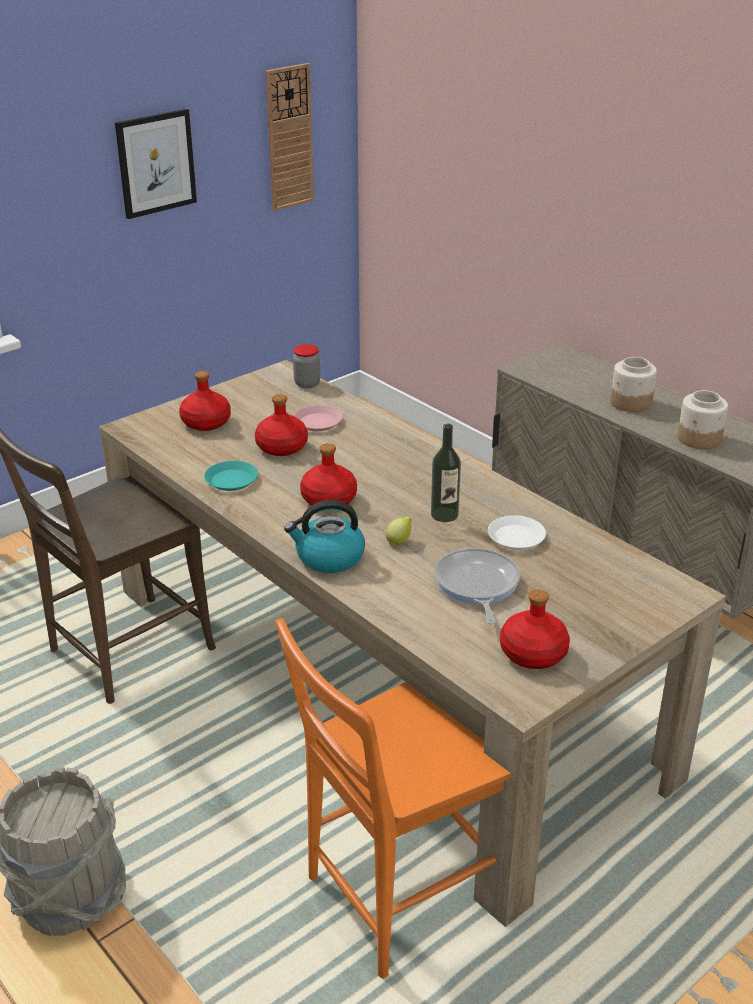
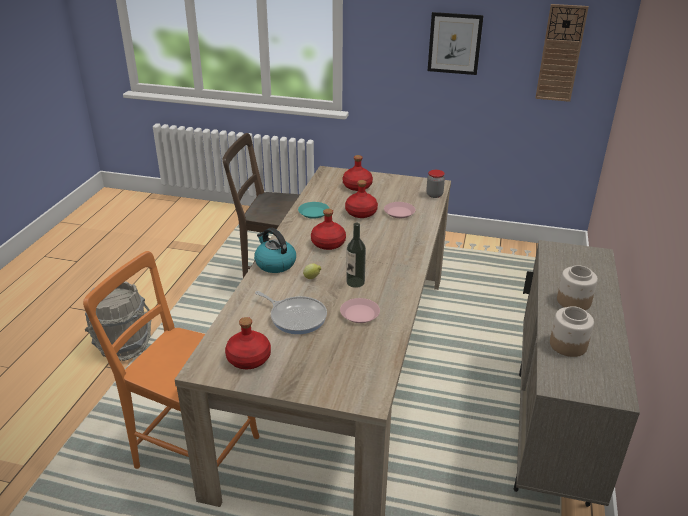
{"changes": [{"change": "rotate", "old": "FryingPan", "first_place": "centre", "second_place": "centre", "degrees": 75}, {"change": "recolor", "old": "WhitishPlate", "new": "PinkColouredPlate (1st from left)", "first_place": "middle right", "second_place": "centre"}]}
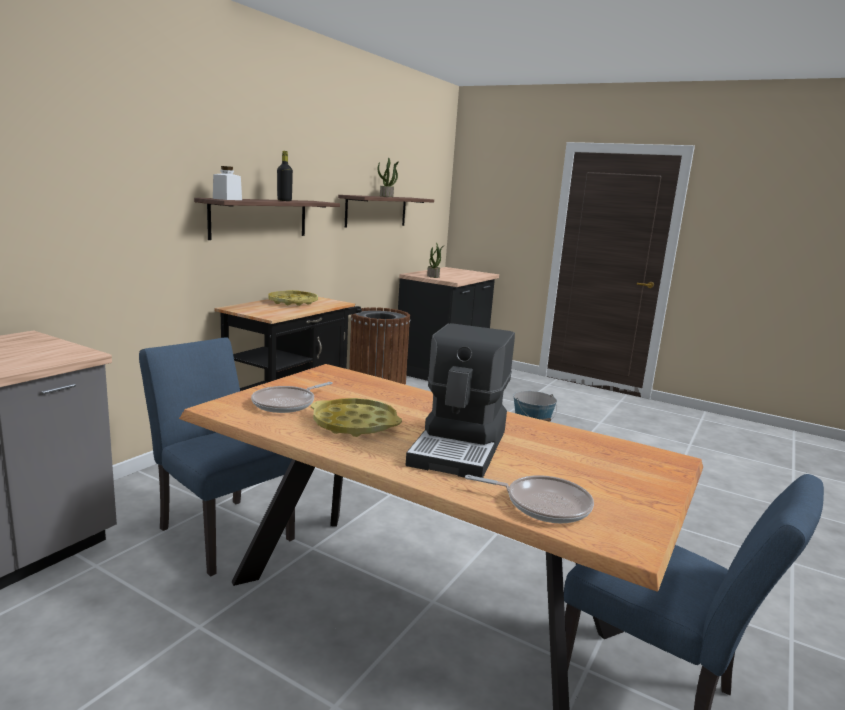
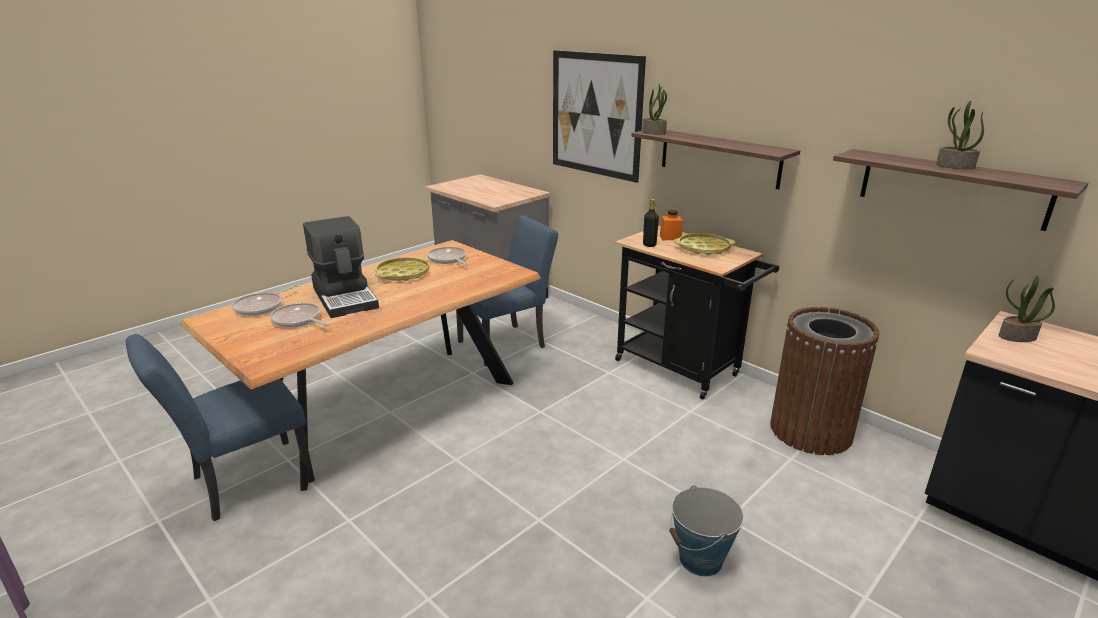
{"changes": [{"change": "replace", "old": "WhitishJar", "new": "PlantInAPot (1st from left)", "first_place": "top left", "second_place": "top centre"}, {"change": "move", "old": "BlackDrinkBottle", "first_place": "top centre", "second_place": "centre"}, {"change": "rotate", "old": "CoffeeMachine", "first_place": "centre", "second_place": "middle left", "degrees": -150}, {"change": "insert", "new": "FryingPan (2nd from left)", "second_place": "middle left"}, {"change": "insert", "new": "Picture", "second_place": "top centre"}, {"change": "insert", "new": "OrangeJar", "second_place": "centre"}]}
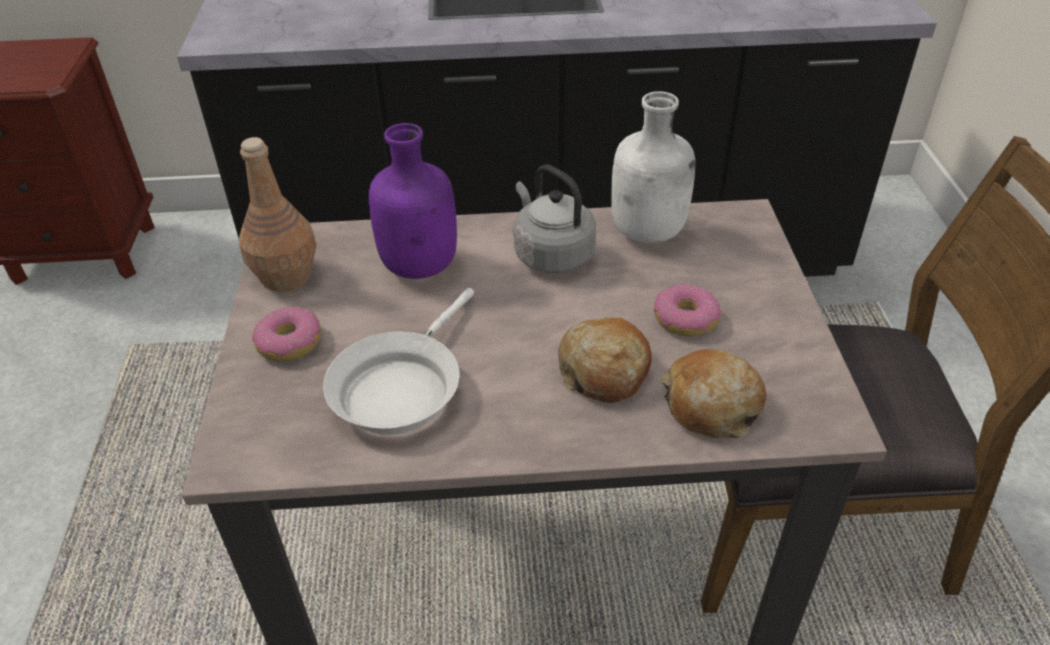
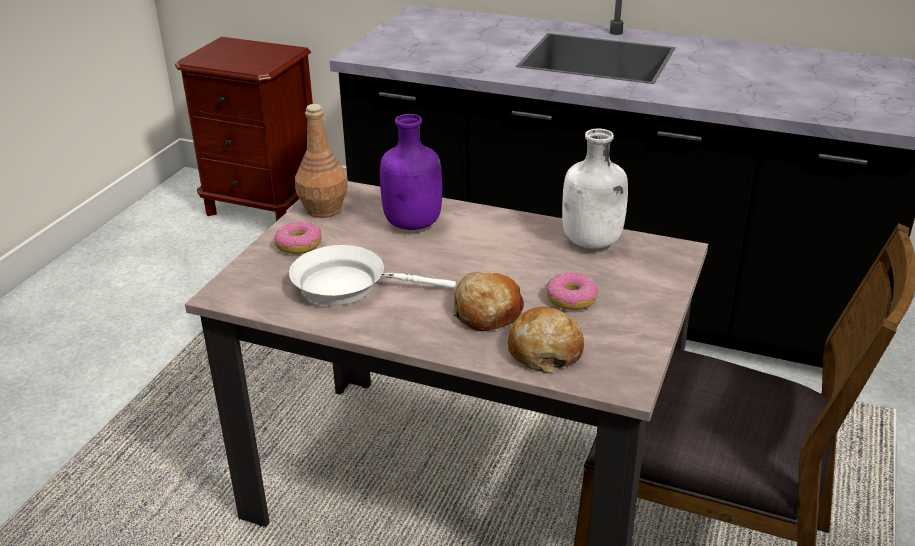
{"changes": [{"change": "rotate", "old": "WhitishFryingPan", "first_place": "centre", "second_place": "centre", "degrees": 45}, {"change": "delete", "old": "GrayWaterKettle", "first_place": "centre"}]}
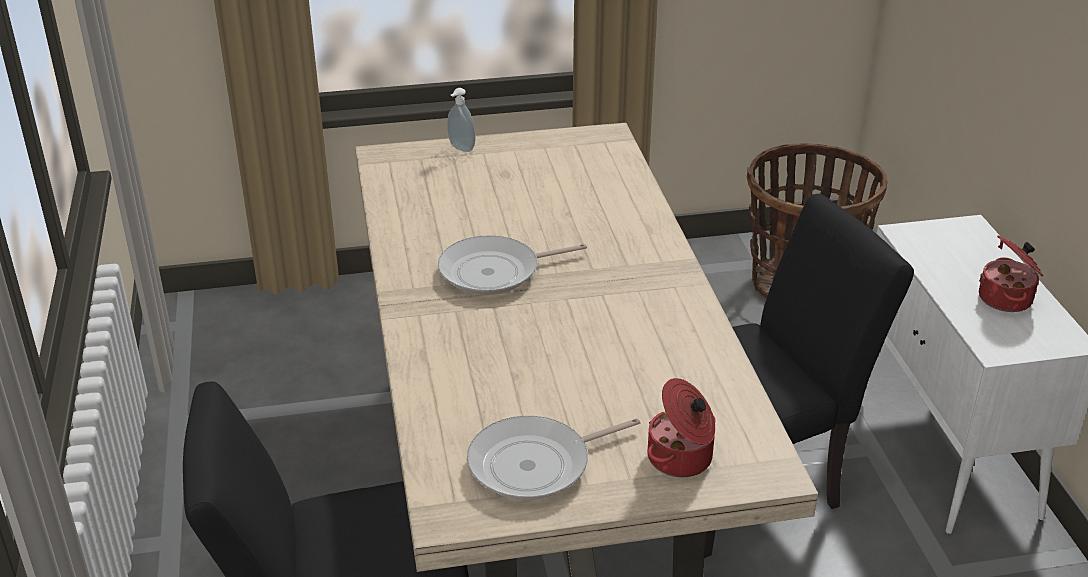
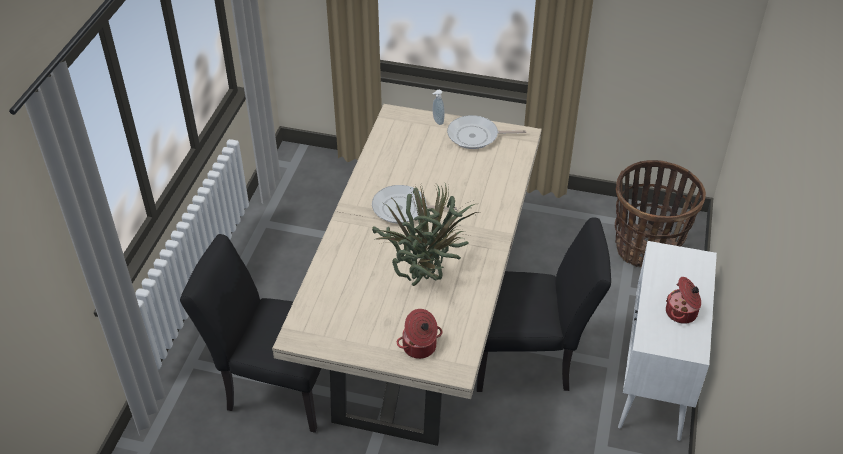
{"changes": [{"change": "move", "old": "FryingPan (2nd from left)", "first_place": "bottom centre", "second_place": "top centre"}, {"change": "insert", "new": "PlantInAPot", "second_place": "centre"}]}
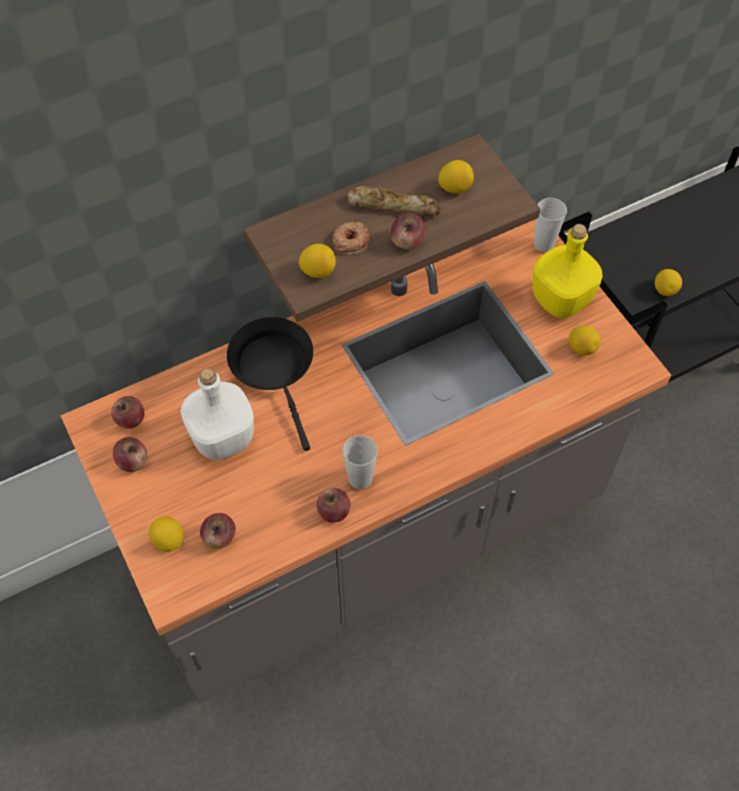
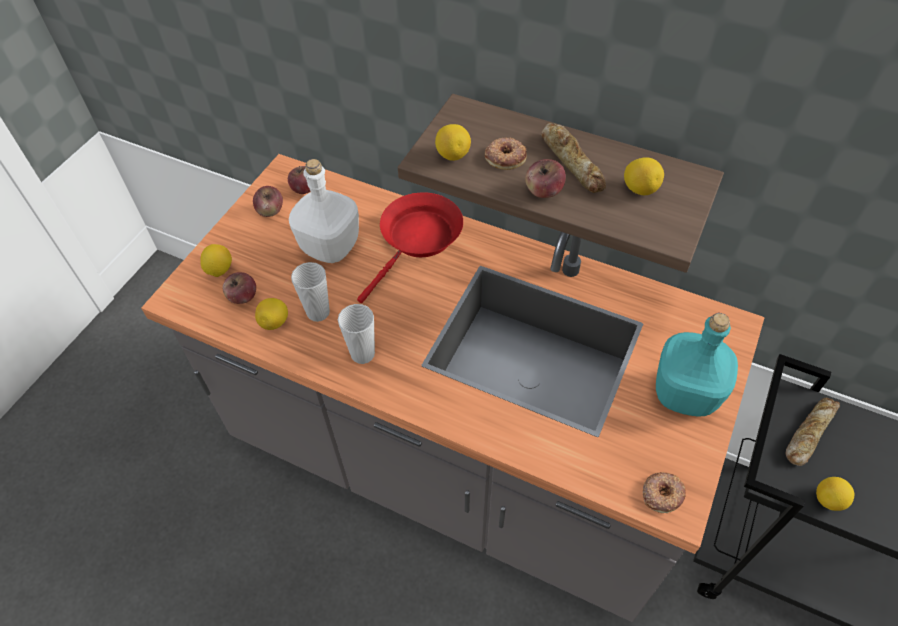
{"changes": [{"change": "recolor", "old": "BlackFryingPan", "new": "ReddishFryingPan", "first_place": "centre", "second_place": "centre"}, {"change": "delete", "old": "Apple (4th from left)", "first_place": "centre"}, {"change": "recolor", "old": "YellowColouredDrinkBottle", "new": "TurquoiseDrinkBottle", "first_place": "middle right", "second_place": "middle right"}, {"change": "move", "old": "DrinkingCup (2nd from left in the first image)", "new": "DrinkingCup (1st from left)", "first_place": "top right", "second_place": "centre"}, {"change": "move", "old": "WholeLemon (4th from left in the first image)", "new": "WholeLemon (2nd from left)", "first_place": "middle right", "second_place": "middle left"}, {"change": "insert", "new": "Donut (2nd from left)", "second_place": "bottom right"}, {"change": "insert", "new": "BakedBread (2nd from left)", "second_place": "bottom right"}]}
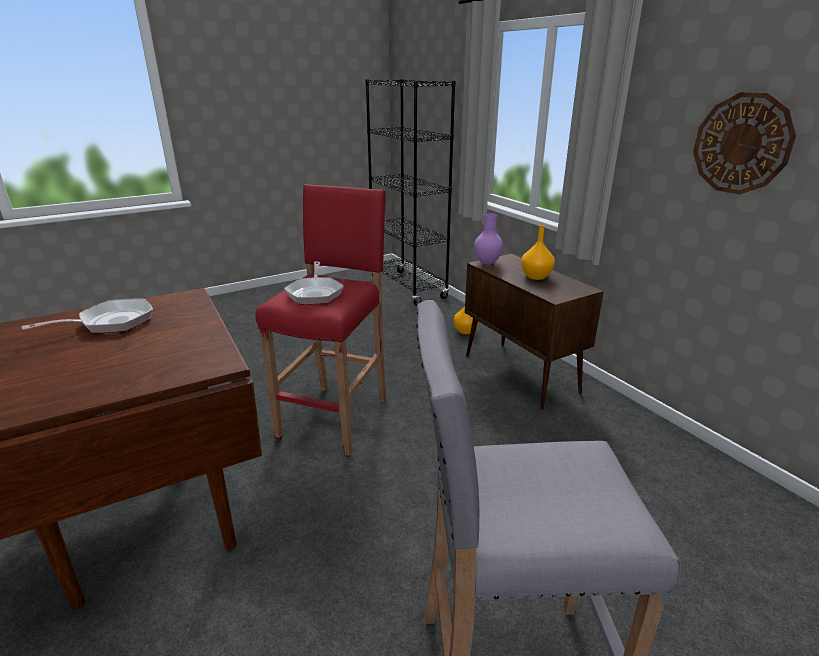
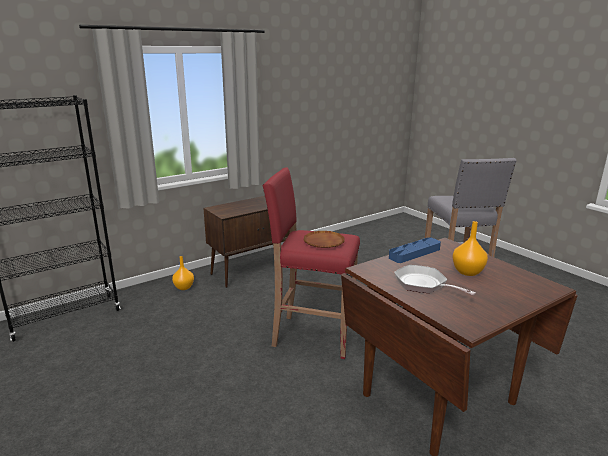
{"changes": [{"change": "replace", "old": "FryingPan (2nd from left)", "new": "BrownPlate", "first_place": "centre", "second_place": "centre"}, {"change": "delete", "old": "PurplishVase", "first_place": "centre"}, {"change": "move", "old": "OrangeVase (2nd from left)", "first_place": "centre", "second_place": "middle right"}, {"change": "delete", "old": "ClockOnTheWall", "first_place": "top right"}, {"change": "insert", "new": "BlueColouredServingTray", "second_place": "middle right"}]}
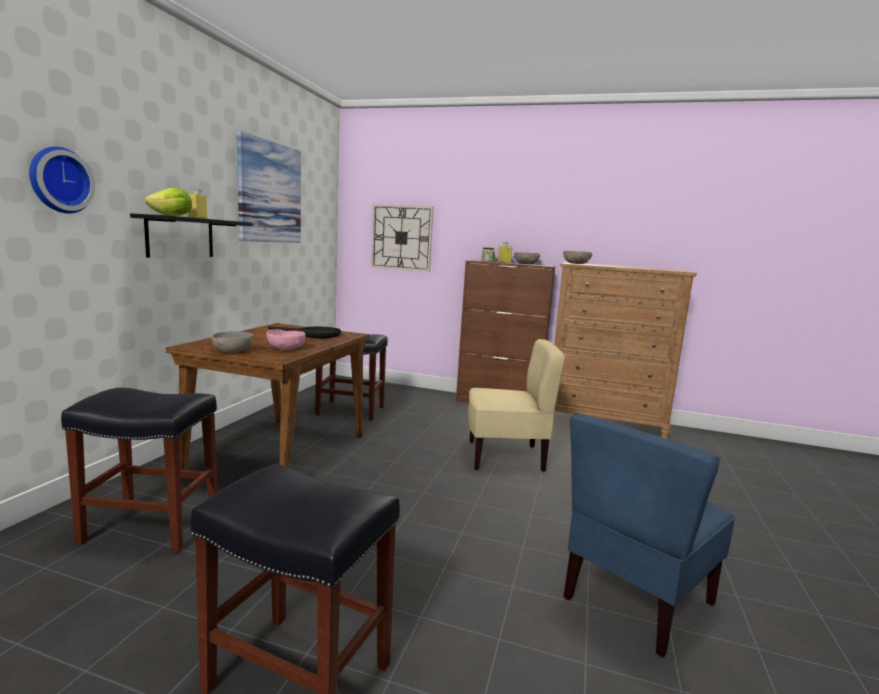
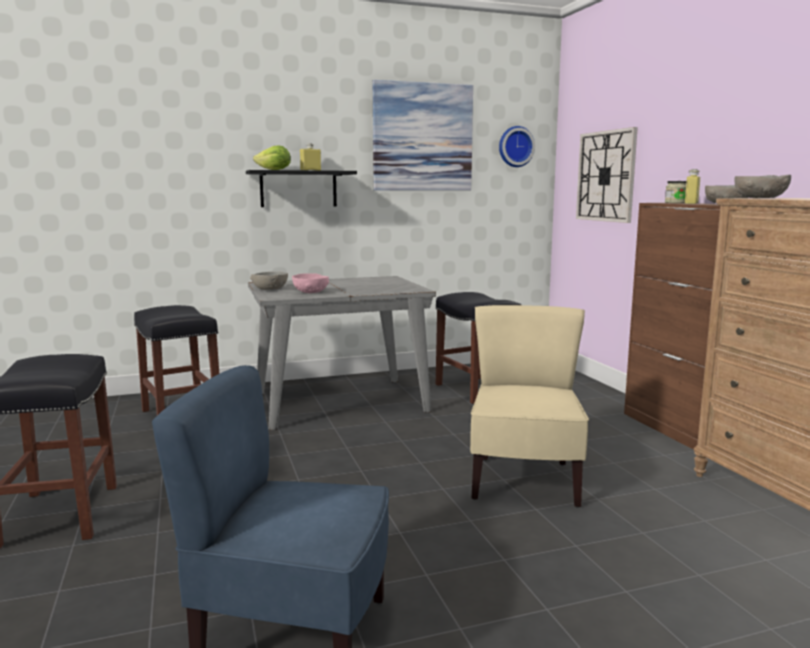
{"changes": [{"change": "move", "old": "ClockOnTheWall (1st from left)", "first_place": "top left", "second_place": "top centre"}, {"change": "recolor", "old": "BrownDiningTable", "new": "GrayDiningTable", "first_place": "middle left", "second_place": "centre"}, {"change": "delete", "old": "BlackFryingPan", "first_place": "centre"}, {"change": "rotate", "old": "SandColouredUprightChair", "first_place": "centre", "second_place": "centre", "degrees": -135}]}
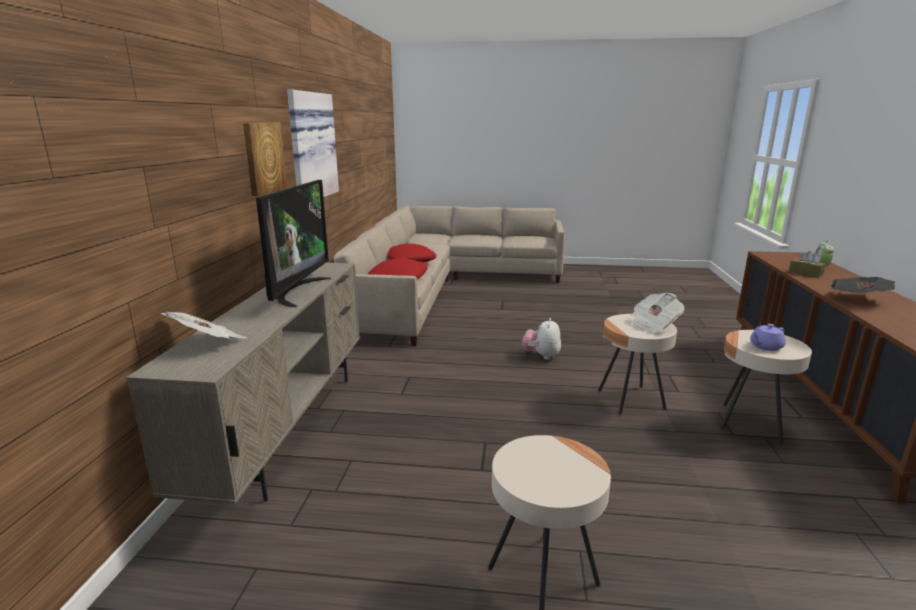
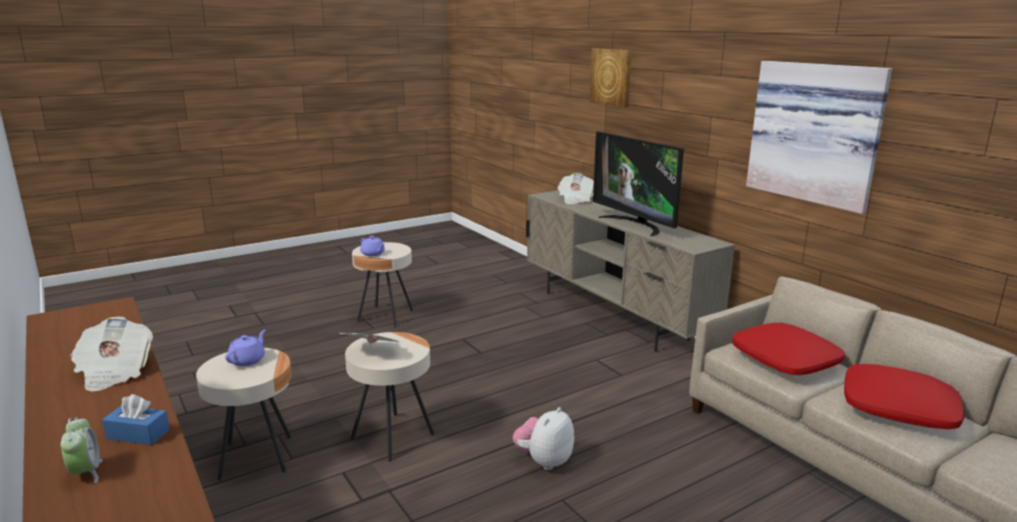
{"changes": [{"change": "move", "old": "Picture (1st from left)", "first_place": "top left", "second_place": "top centre"}, {"change": "rotate", "old": "PlushToy", "first_place": "centre", "second_place": "bottom centre", "degrees": -120}, {"change": "recolor", "old": "BrownTissueBox", "new": "BlueColouredTissueBox", "first_place": "middle right", "second_place": "bottom left"}, {"change": "insert", "new": "PurplishTeaPot (2nd from left)", "second_place": "centre"}]}
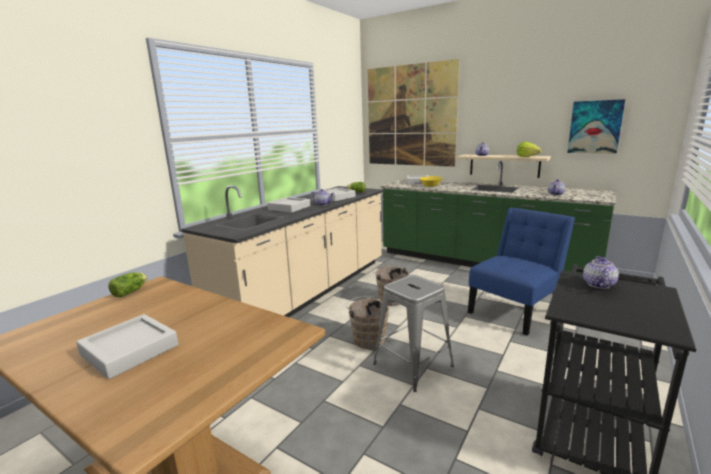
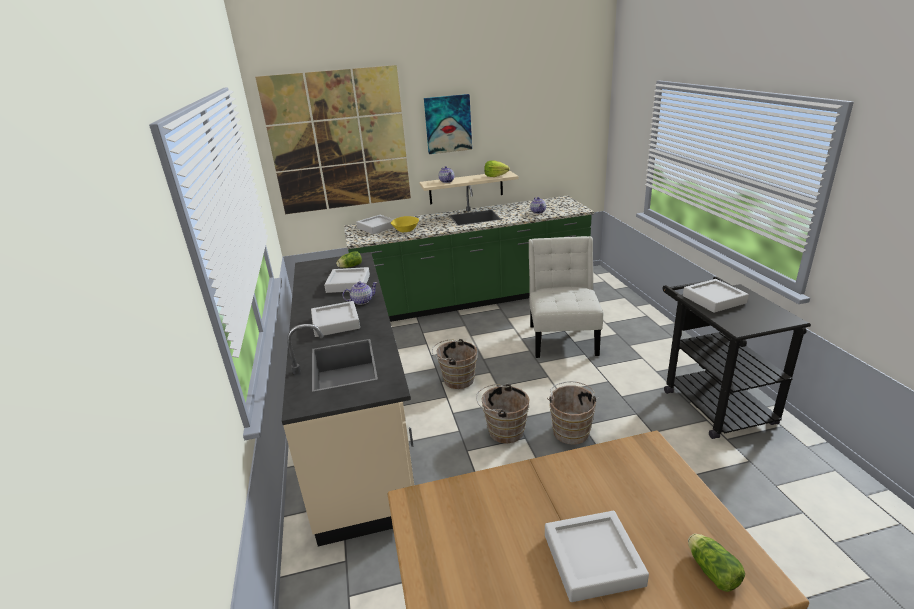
{"changes": [{"change": "move", "old": "HeadOfLettuce (1st from left in the first image)", "new": "HeadOfLettuce (3rd from left)", "first_place": "middle left", "second_place": "bottom right"}, {"change": "replace", "old": "GrayStoolSeat", "new": "BrownWaterBucket (3rd from left)", "first_place": "bottom centre", "second_place": "bottom centre"}, {"change": "recolor", "old": "BlueColouredUprightChair", "new": "WhitishUprightChair", "first_place": "middle right", "second_place": "centre"}, {"change": "move", "old": "Picture (2nd from left)", "first_place": "top right", "second_place": "top centre"}, {"change": "replace", "old": "TeaPot (4th from left)", "new": "GrayServingTray (5th from left)", "first_place": "middle right", "second_place": "middle right"}]}
